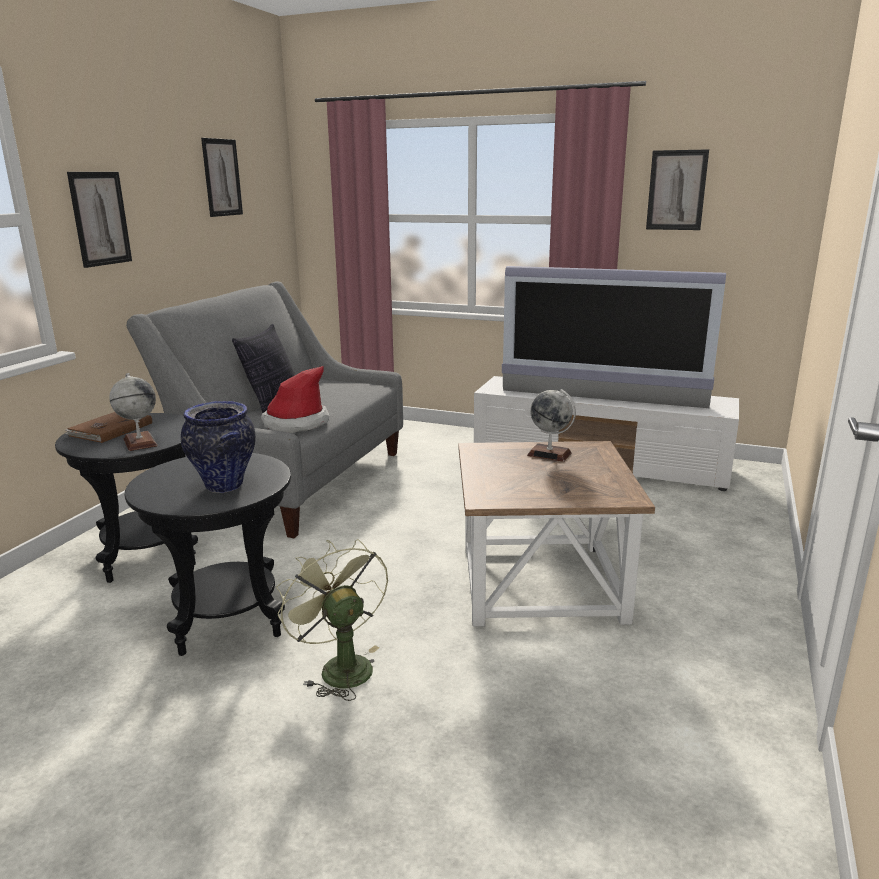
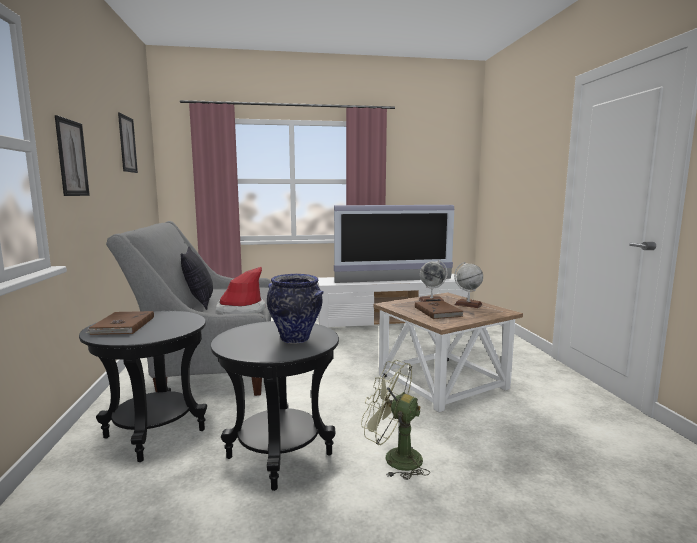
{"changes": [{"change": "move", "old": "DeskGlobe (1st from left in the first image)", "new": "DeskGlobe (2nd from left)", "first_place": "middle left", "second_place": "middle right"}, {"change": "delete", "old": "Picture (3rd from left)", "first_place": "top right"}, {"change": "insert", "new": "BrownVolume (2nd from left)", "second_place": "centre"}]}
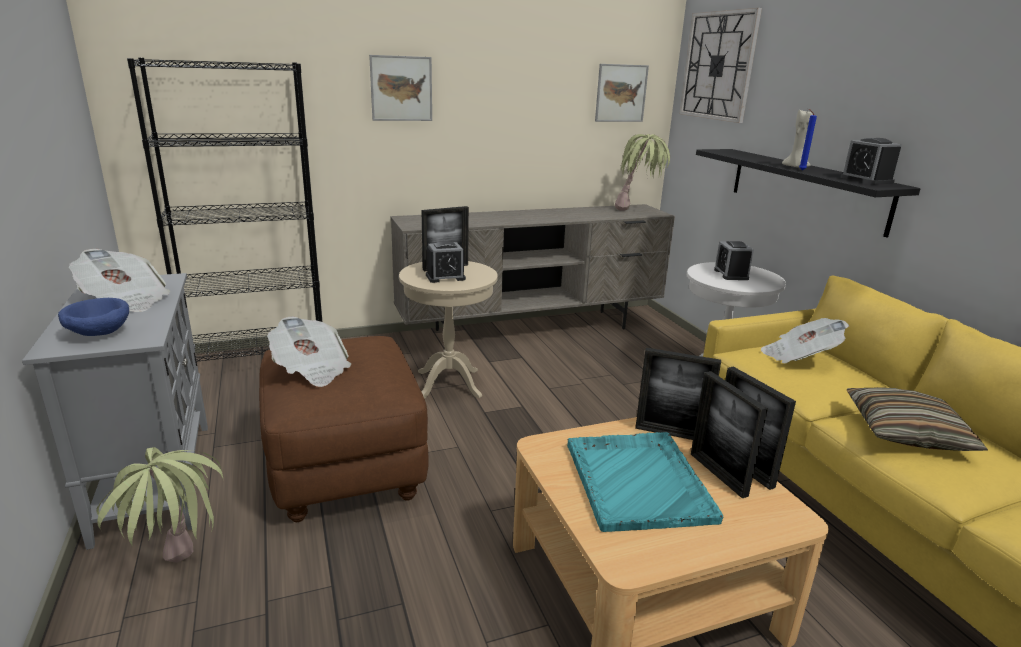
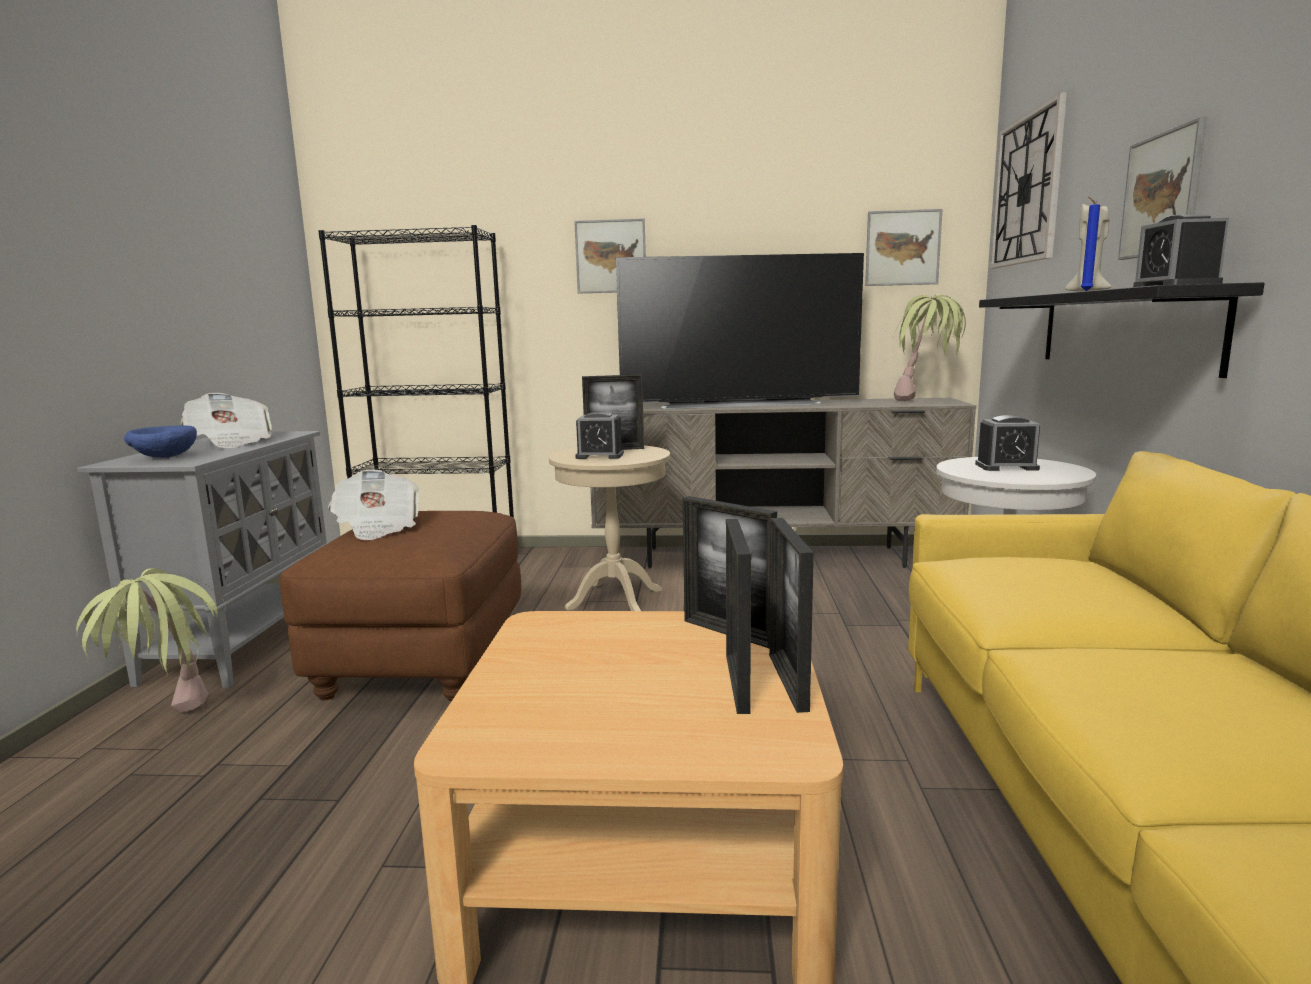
{"changes": [{"change": "delete", "old": "TurquoiseServingTray", "first_place": "bottom centre"}, {"change": "rotate", "old": "AlarmClock (2nd from left)", "first_place": "middle right", "second_place": "middle right", "degrees": -105}, {"change": "delete", "old": "DailyPaper (3rd from left)", "first_place": "middle right"}, {"change": "delete", "old": "Pillow", "first_place": "middle right"}, {"change": "insert", "new": "TvSet", "second_place": "centre"}, {"change": "insert", "new": "Picture (3rd from left)", "second_place": "top right"}]}
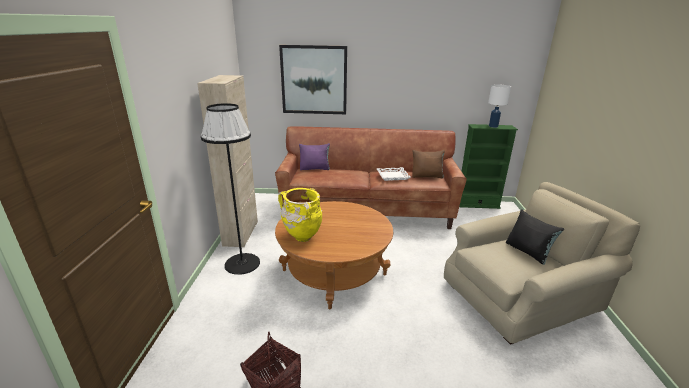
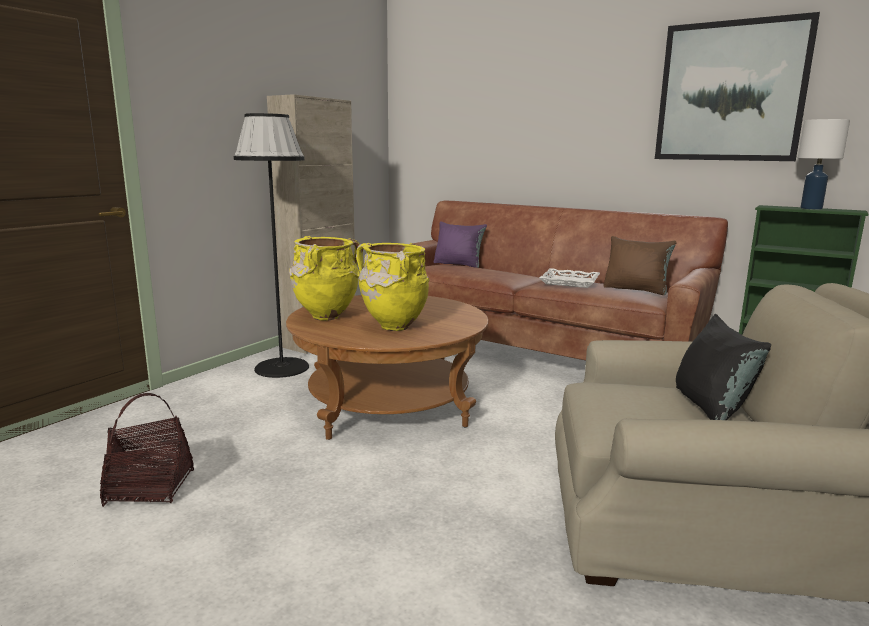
{"changes": [{"change": "move", "old": "Picture", "first_place": "top centre", "second_place": "top right"}, {"change": "insert", "new": "YellowColouredVase (2nd from left)", "second_place": "centre"}]}
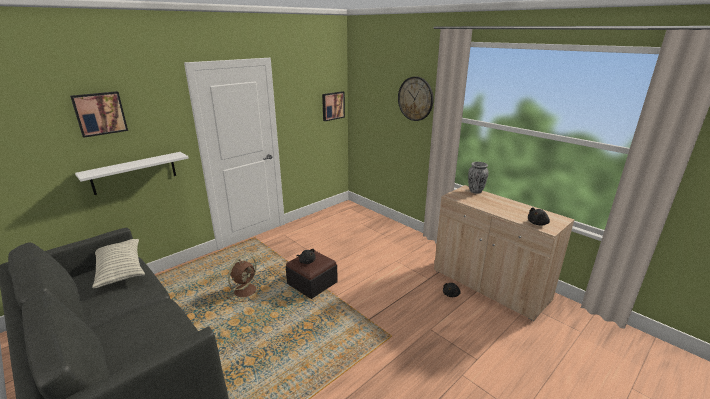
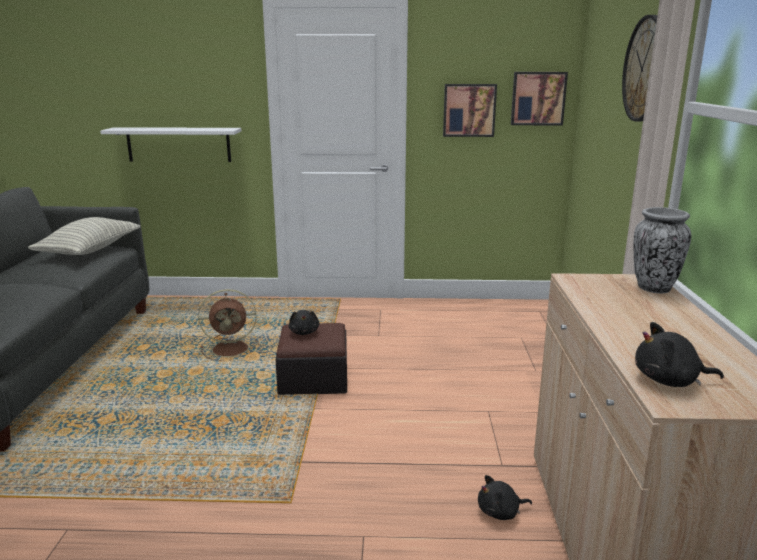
{"changes": [{"change": "move", "old": "Picture (1st from left)", "first_place": "top left", "second_place": "top centre"}]}
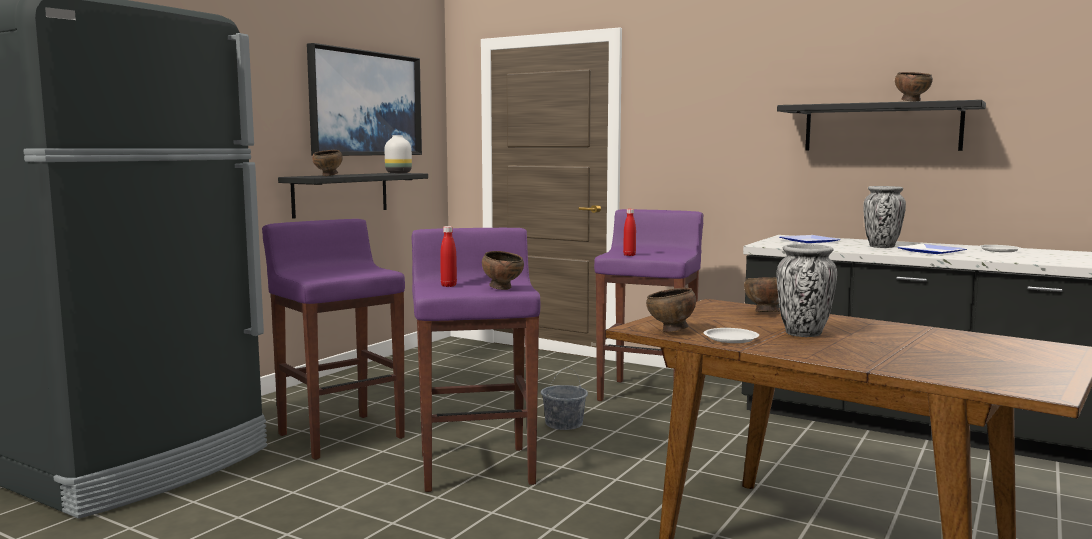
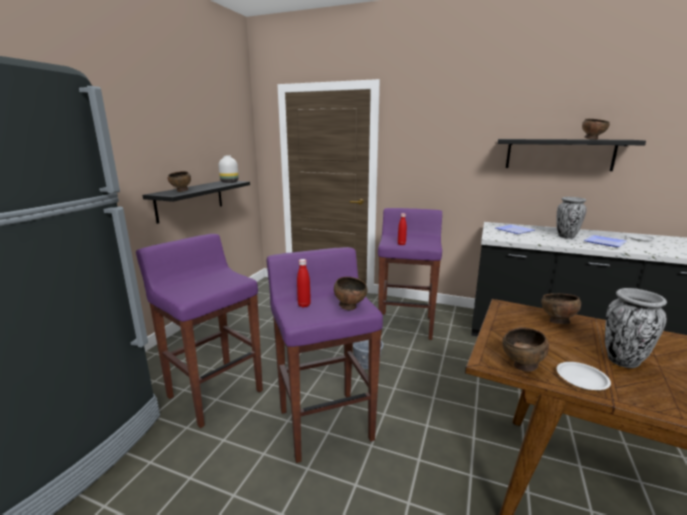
{"changes": [{"change": "delete", "old": "Picture", "first_place": "top centre"}]}
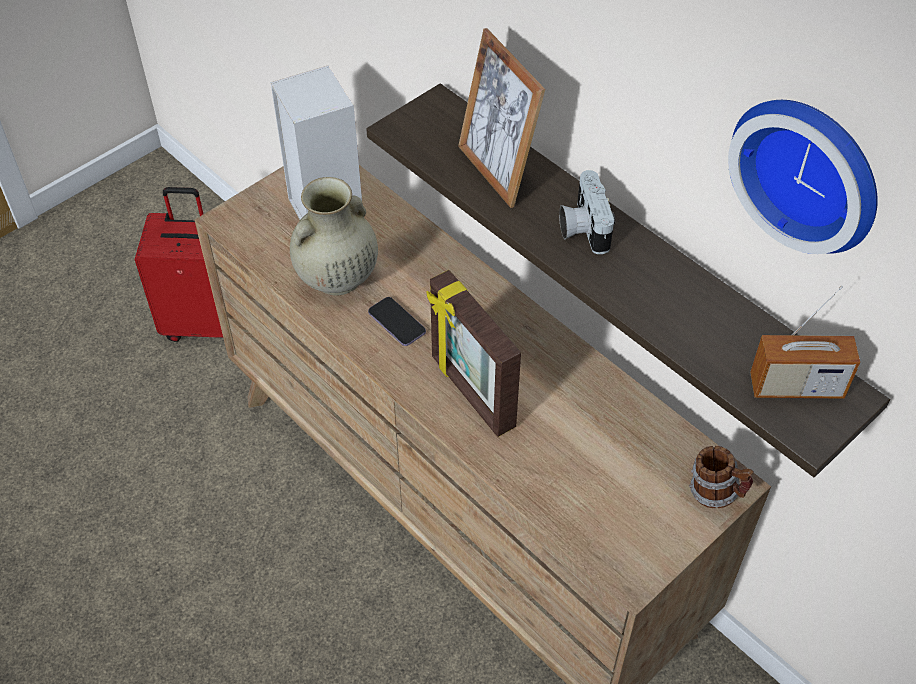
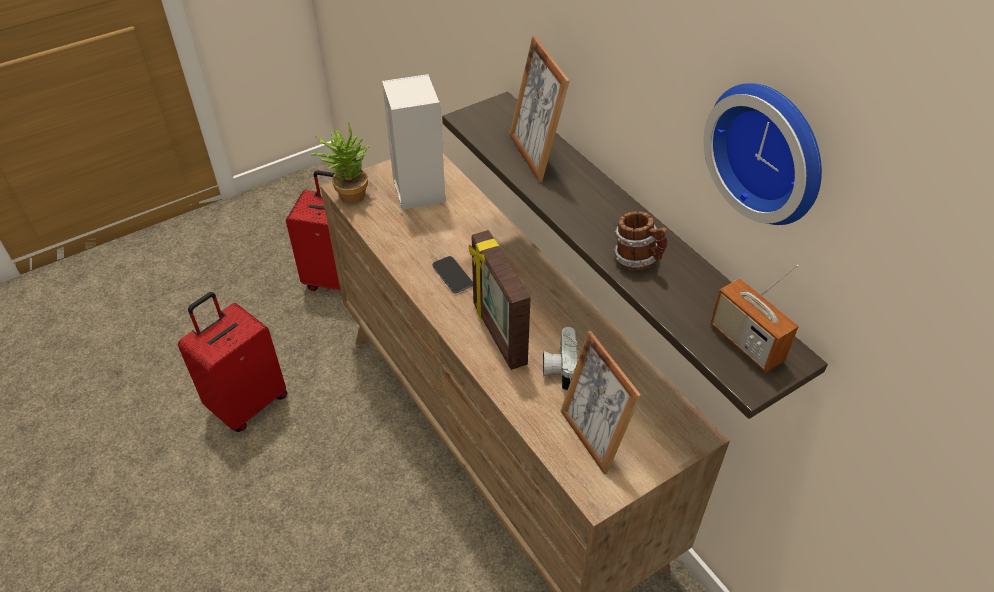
{"changes": [{"change": "delete", "old": "SandColouredVase", "first_place": "centre"}, {"change": "move", "old": "PhotoCamera", "first_place": "top centre", "second_place": "centre"}, {"change": "move", "old": "Mug", "first_place": "bottom right", "second_place": "centre"}, {"change": "rotate", "old": "RadioSet", "first_place": "middle right", "second_place": "middle right", "degrees": 45}, {"change": "insert", "new": "ReddishPieceOfLuggage (1st from left)", "second_place": "middle left"}, {"change": "insert", "new": "PlantInAPot", "second_place": "top centre"}, {"change": "insert", "new": "StandingFrame (3rd from left)", "second_place": "bottom centre"}]}
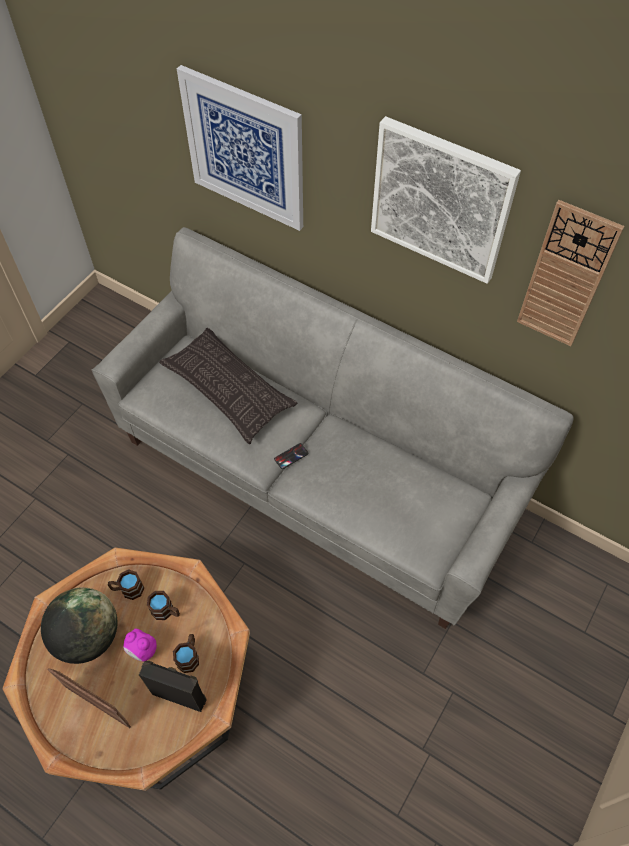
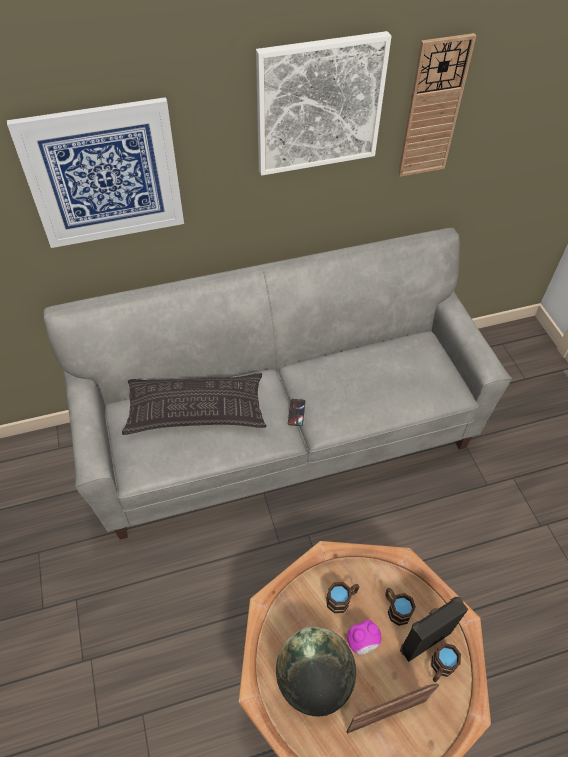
{"changes": [{"change": "move", "old": "BrownMug (1st from left in the first image)", "new": "BrownMug (3rd from left)", "first_place": "bottom left", "second_place": "bottom right"}]}
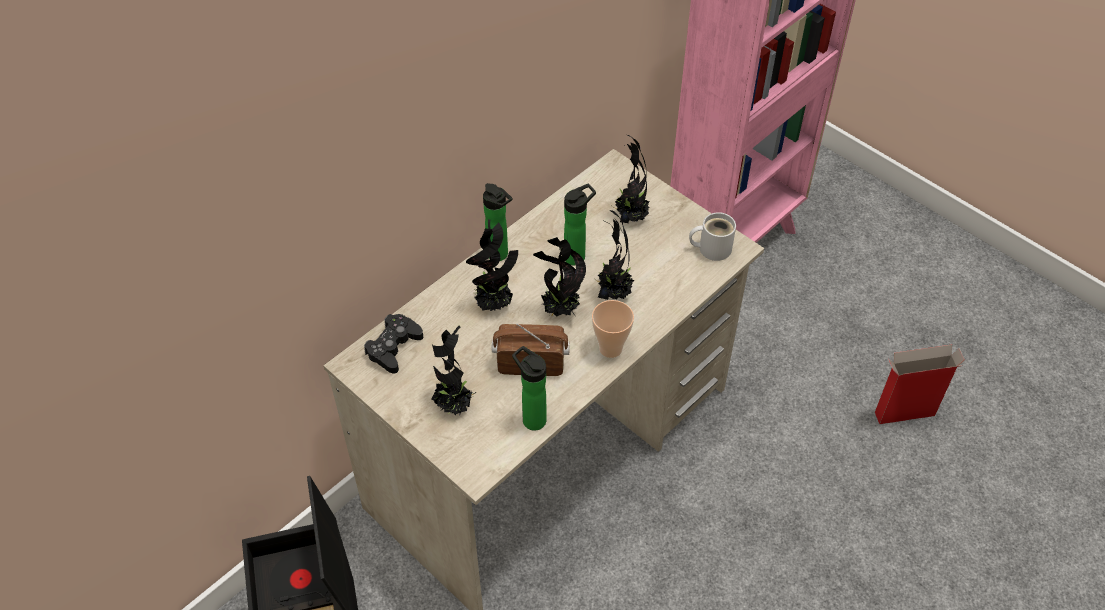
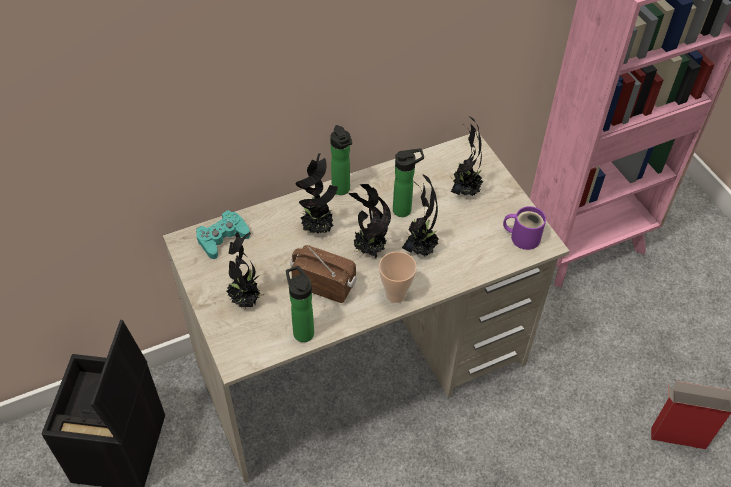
{"changes": [{"change": "recolor", "old": "BlackGamepad", "new": "TurquoiseGamepad", "first_place": "centre", "second_place": "middle left"}, {"change": "recolor", "old": "WhitishMug", "new": "PurplishMug", "first_place": "centre", "second_place": "middle right"}]}
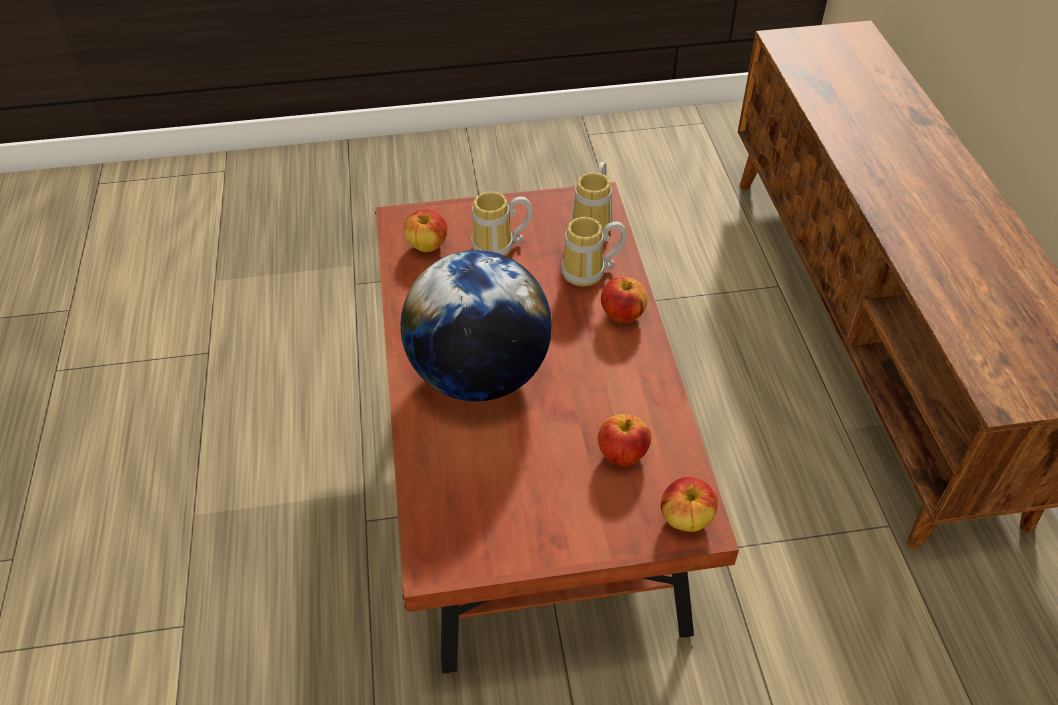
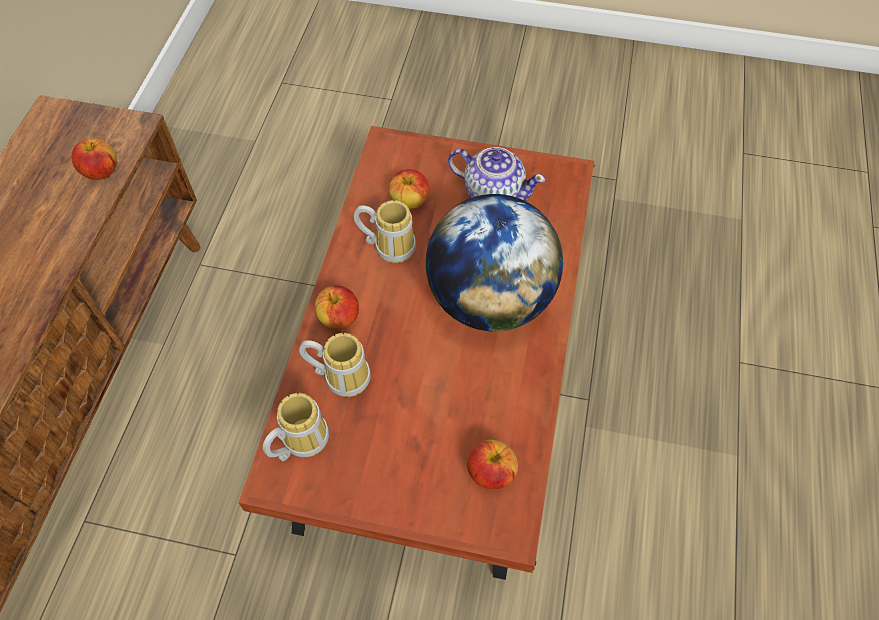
{"changes": [{"change": "move", "old": "Mug (1st from left in the first image)", "new": "Mug (3rd from left)", "first_place": "top centre", "second_place": "centre"}, {"change": "move", "old": "Apple (4th from left in the first image)", "new": "Apple (1st from left)", "first_place": "bottom centre", "second_place": "top left"}, {"change": "insert", "new": "TeaPot", "second_place": "top centre"}]}
